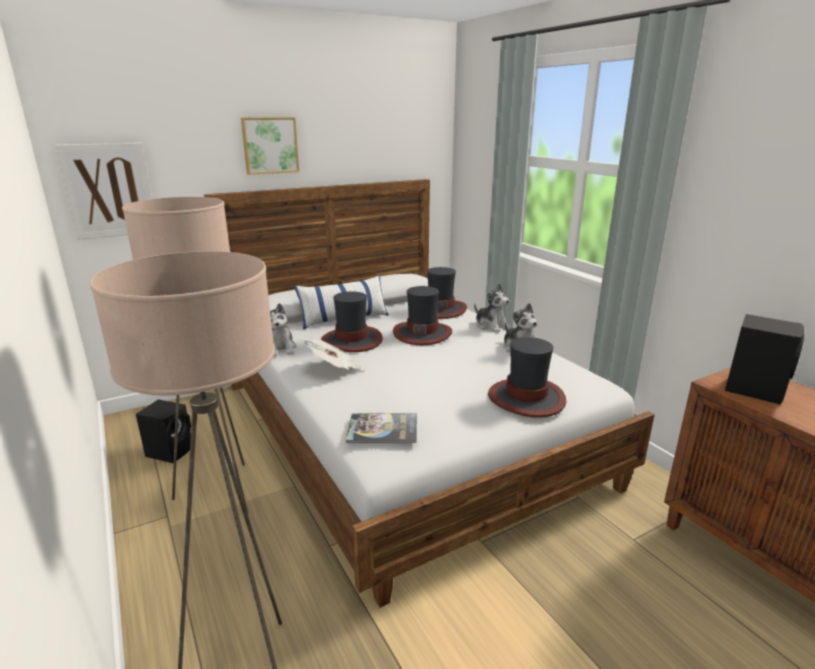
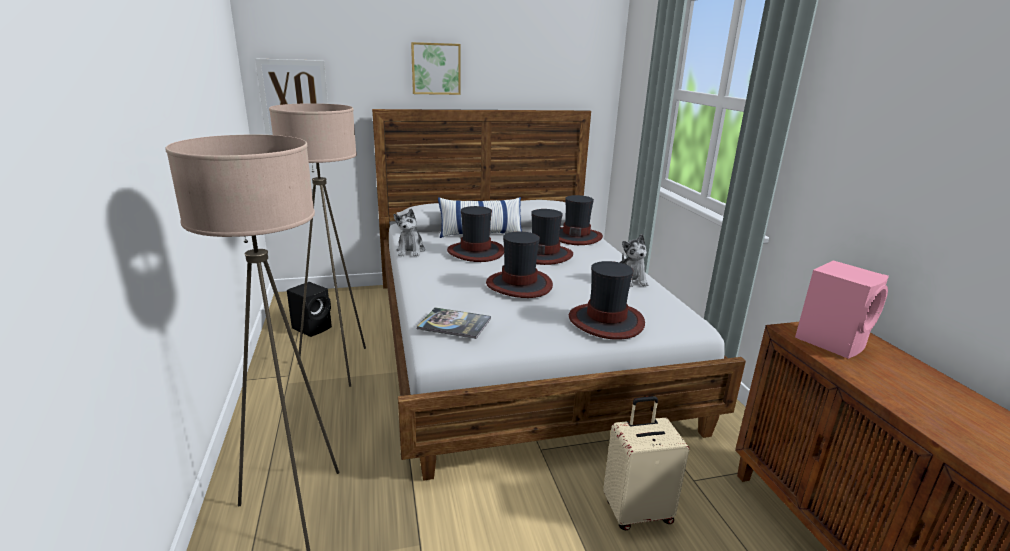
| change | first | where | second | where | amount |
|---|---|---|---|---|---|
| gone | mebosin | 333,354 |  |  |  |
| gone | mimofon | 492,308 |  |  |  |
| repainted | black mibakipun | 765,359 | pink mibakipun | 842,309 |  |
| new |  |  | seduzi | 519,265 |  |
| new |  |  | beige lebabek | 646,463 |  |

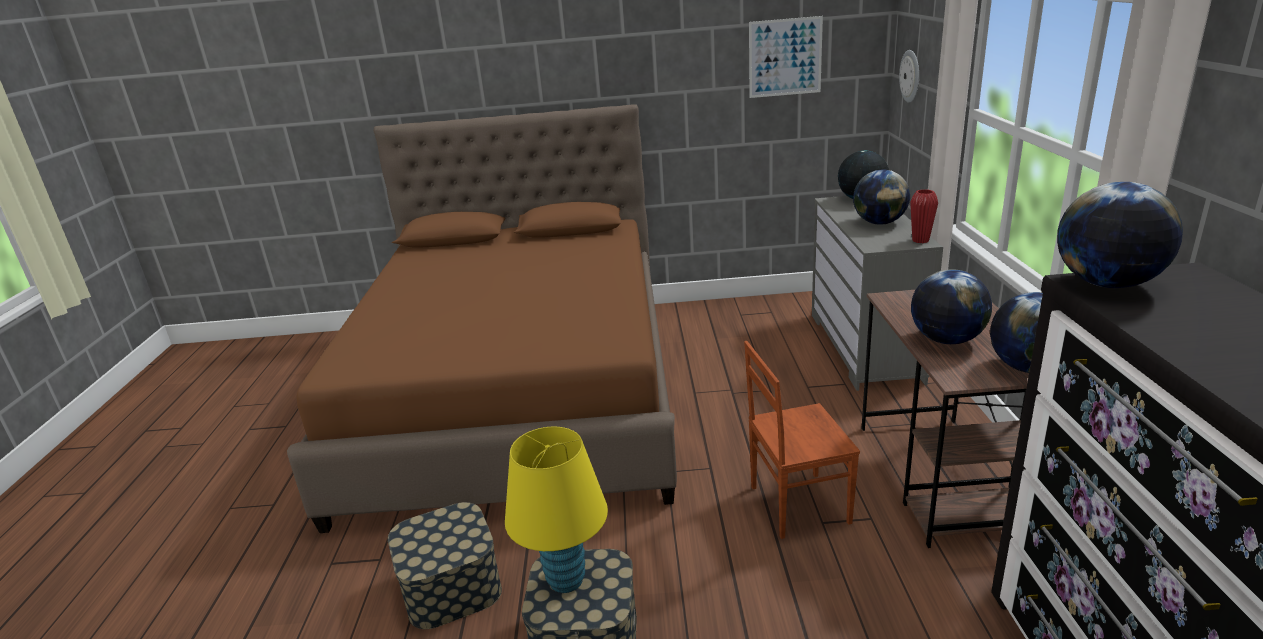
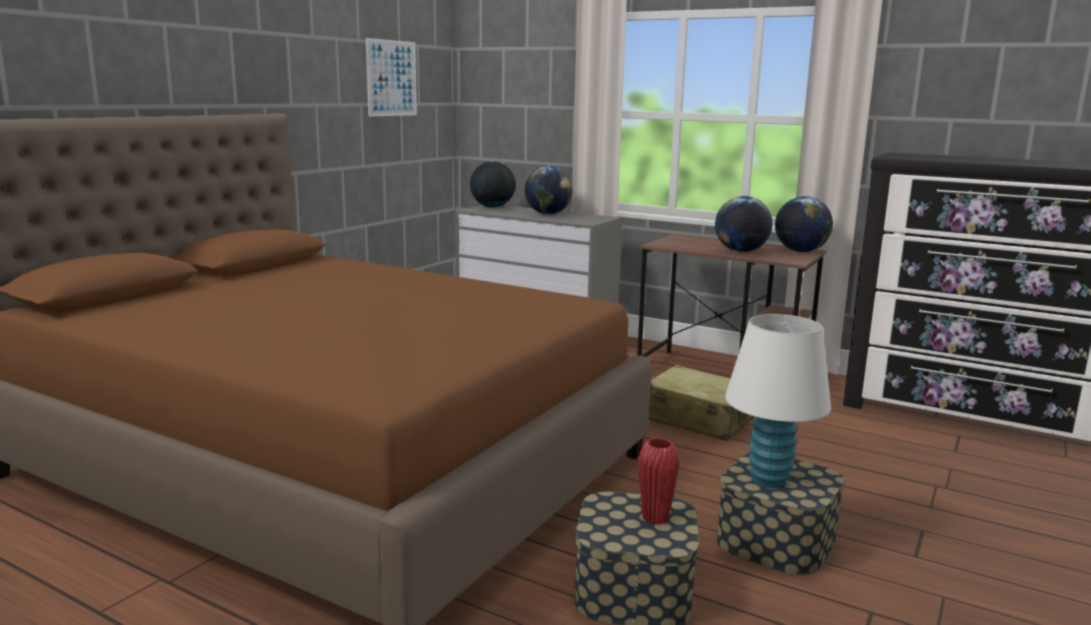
| change | first | where | second | where | amount |
|---|---|---|---|---|---|
| repainted | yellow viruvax | 556,510 | white viruvax | 778,401 |  |
| swapped | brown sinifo | 802,440 | beige lebabek | 701,403 |  |
| gone | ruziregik | 909,76 |  |  |  |
| shifted | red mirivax | 924,216 |  | 659,481 |  |
| gone | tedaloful | 1120,235 |  |  |  |

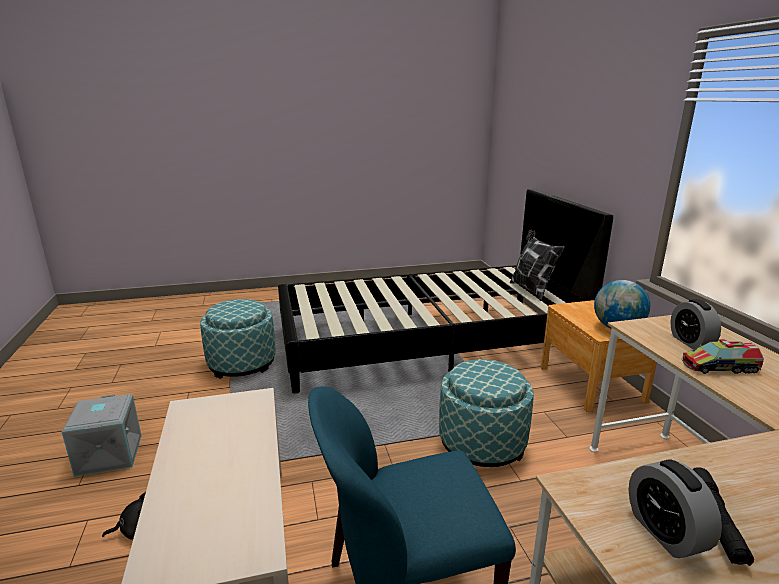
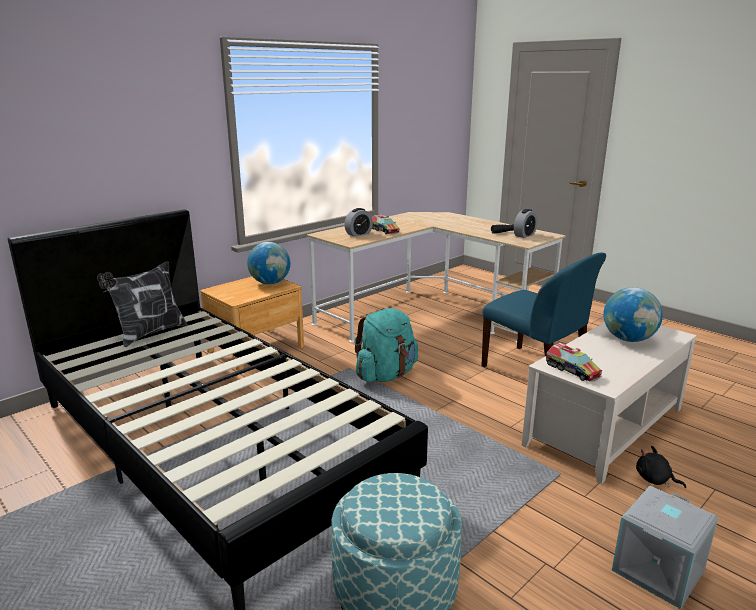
| change | first | where | second | where | amount |
|---|---|---|---|---|---|
| swapped | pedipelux | 486,413 | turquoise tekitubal | 386,345 |  |
| new |  |  | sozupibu | 574,362 |  |
| new |  |  | tedaloful | 633,314 |  |

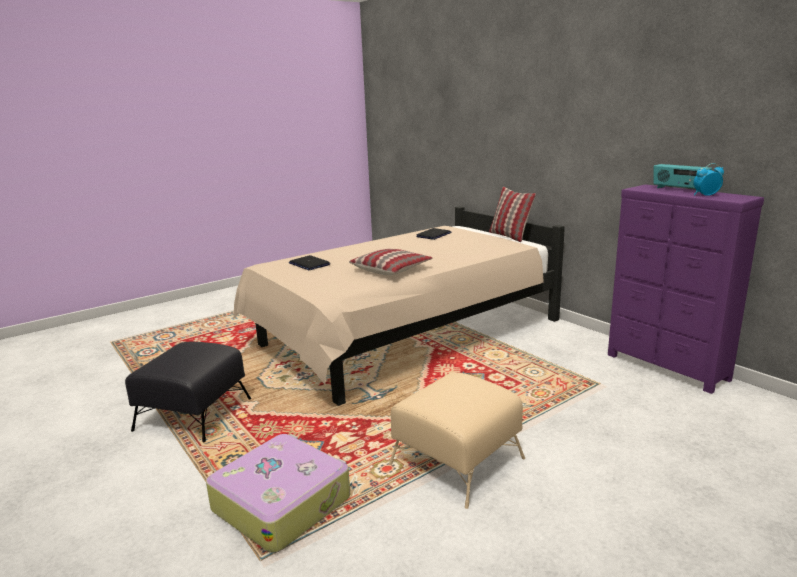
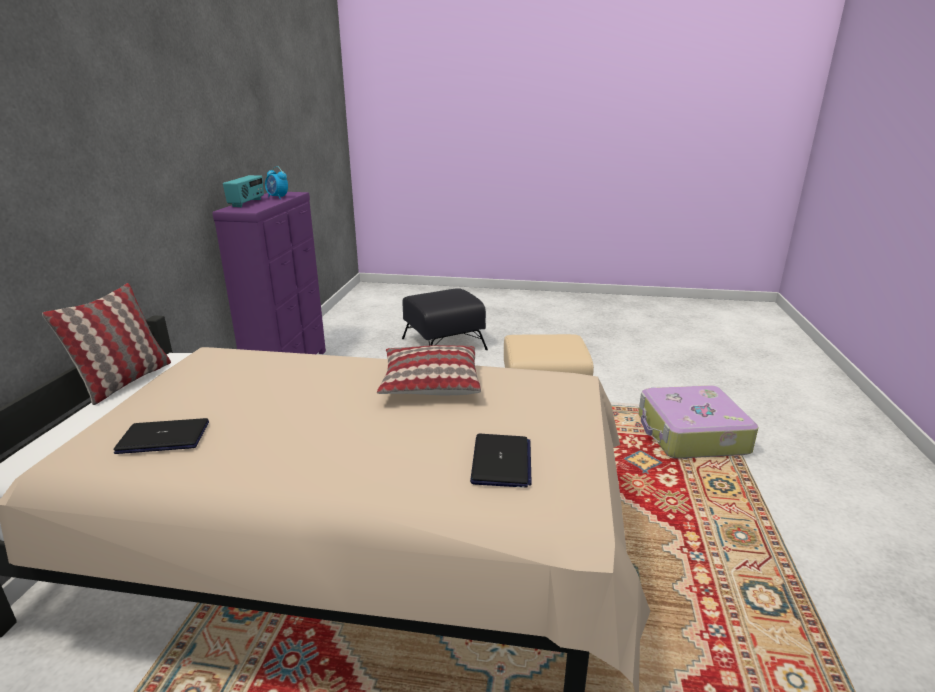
| change | first | where | second | where | amount |
|---|---|---|---|---|---|
| shifted | black pedipelux | 188,392 |  | 445,319 |  |

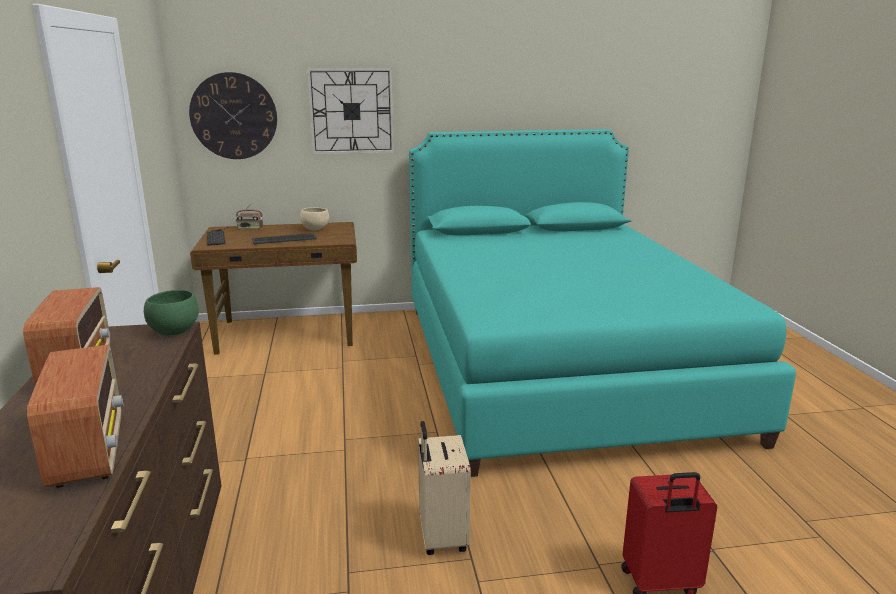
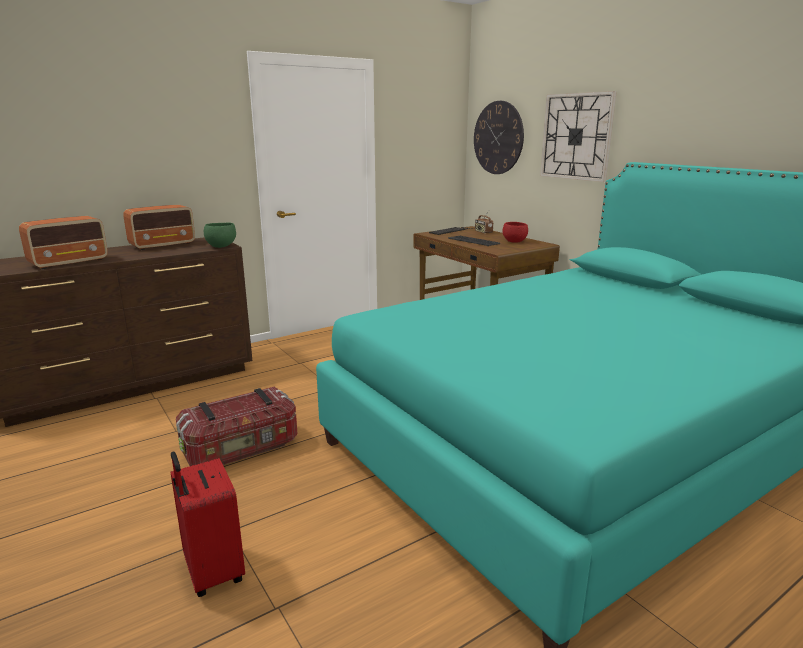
| change | first | where | second | where | amount |
|---|---|---|---|---|---|
| repainted | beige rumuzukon | 314,219 | red rumuzukon | 515,232 |  |
| swapped | beige lebabek | 444,488 | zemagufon | 236,426 |  |

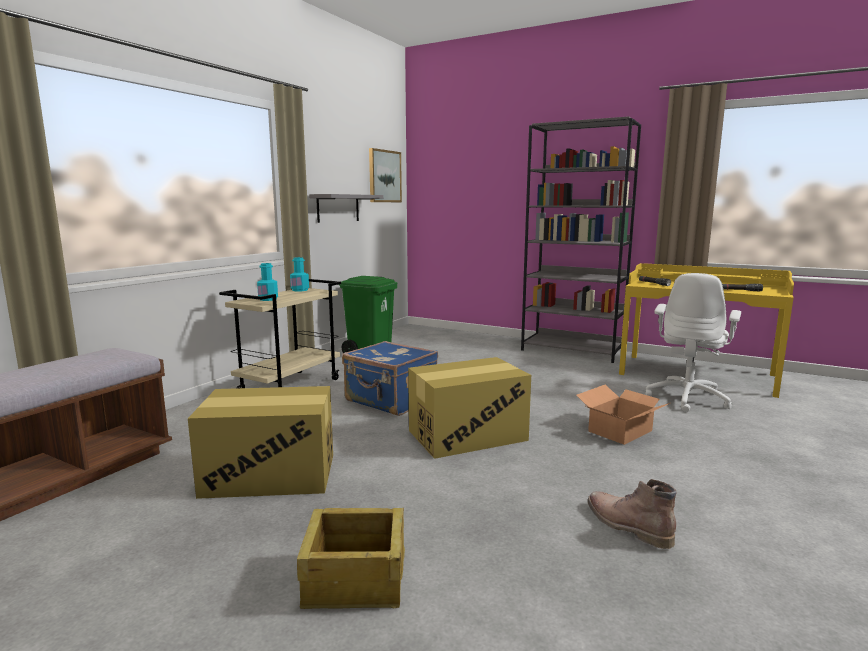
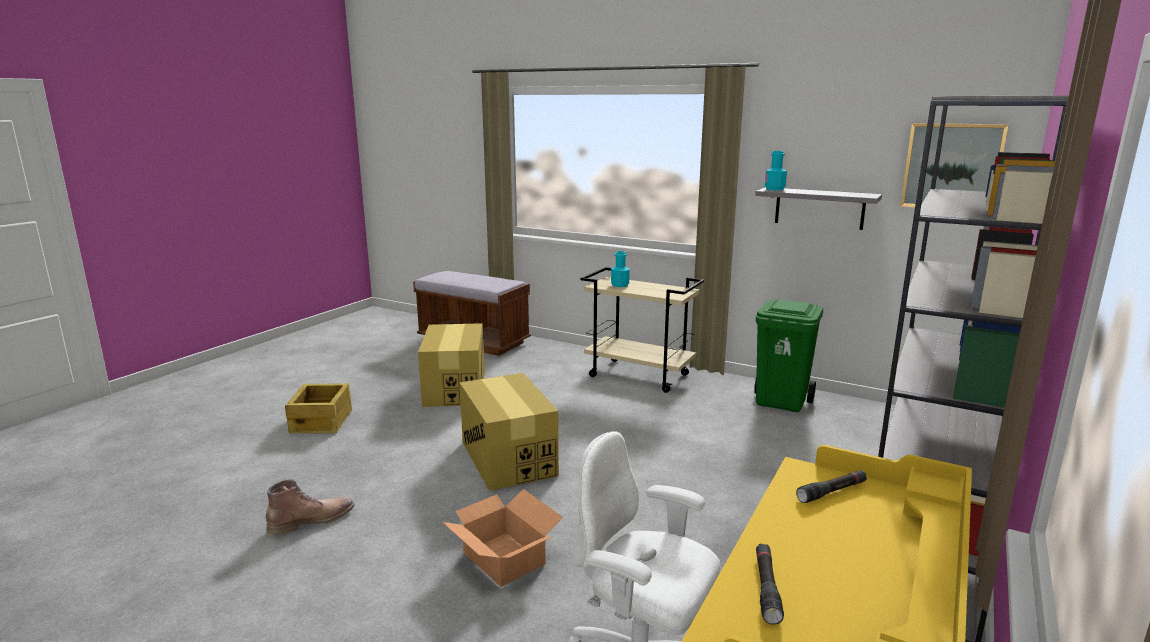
| change | first | where | second | where | amount |
|---|---|---|---|---|---|
| shifted | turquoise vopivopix | 299,274 |  | 776,170 |  |
| gone | blue lebabek | 390,378 |  |  |  |

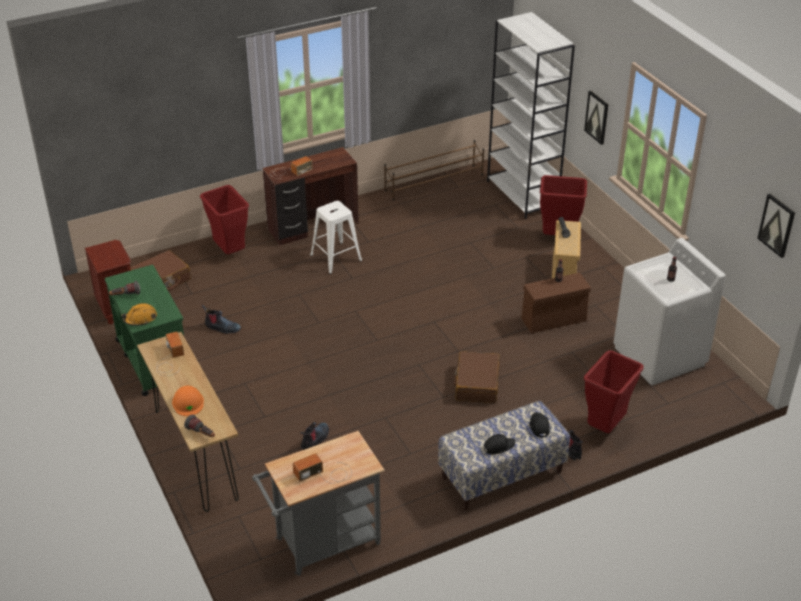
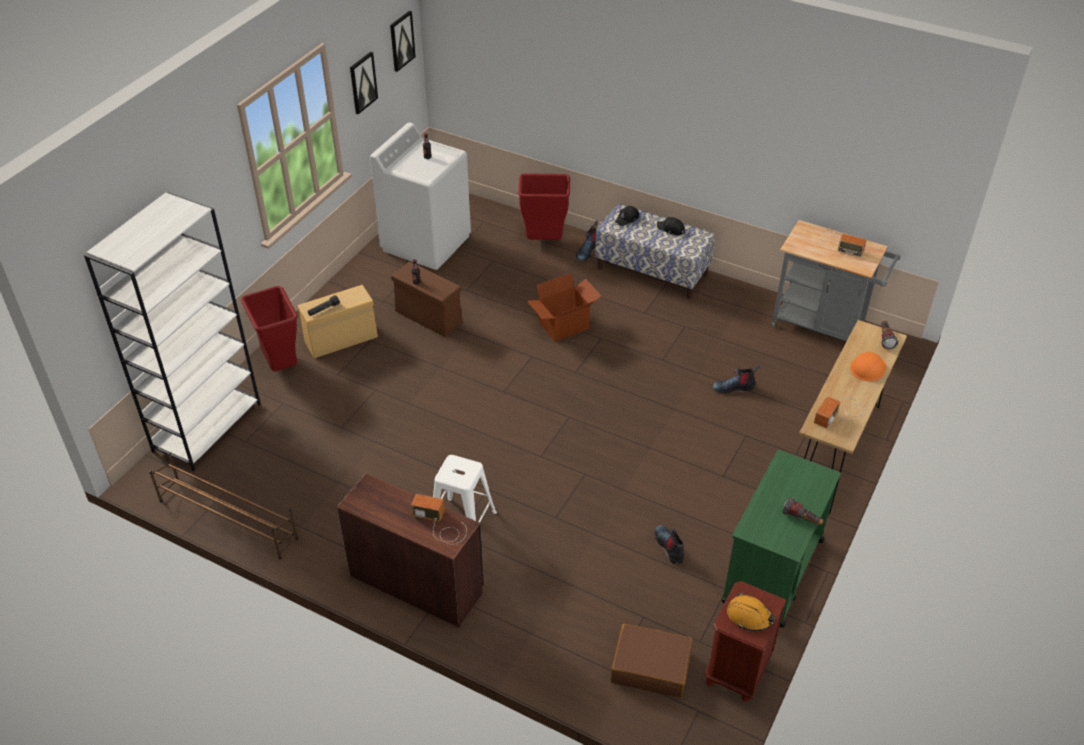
| change | first | where | second | where | amount |
|---|---|---|---|---|---|
| shifted | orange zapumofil | 139,314 |  | 751,612 |  |
| gone | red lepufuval | 224,219 |  |  |  |
| swapped | brown lebabek | 477,377 | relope | 564,307 |  |
| shifted | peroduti | 596,118 |  | 364,83 |  |

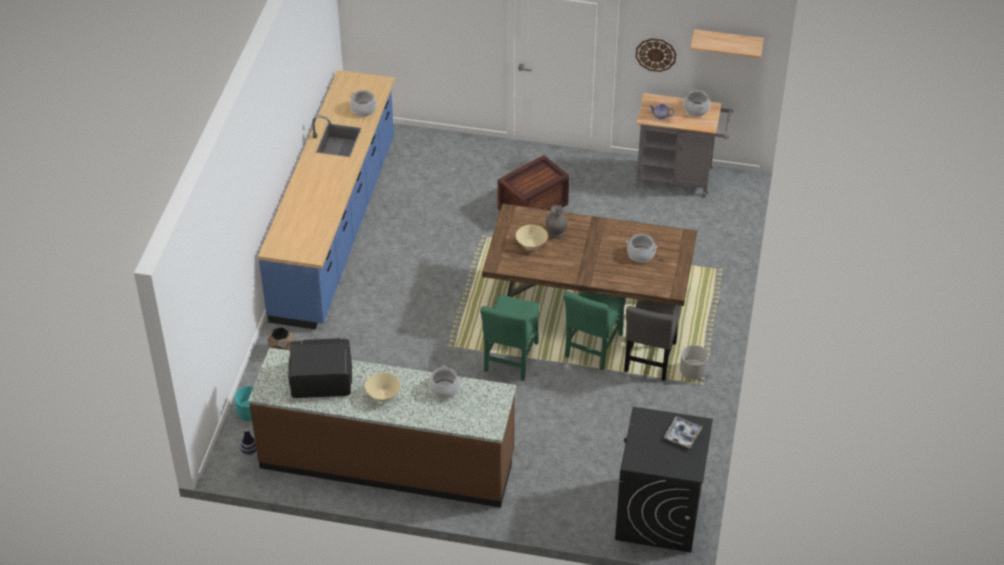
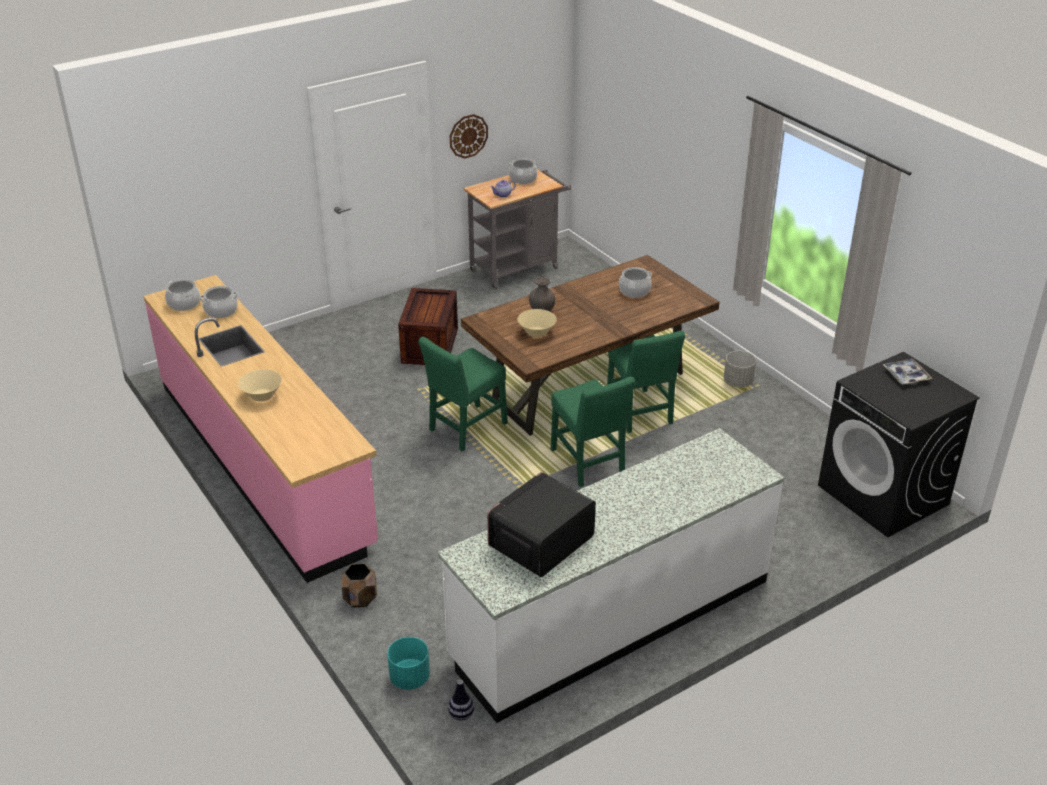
| change | first | where | second | where | amount |
|---|---|---|---|---|---|
| repainted | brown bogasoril | 382,427 | white bogasoril | 610,575 |  |
| repainted | blue bogasoril | 326,200 | pink bogasoril | 260,429 |  |
| shifted | beige rumuzukon | 382,387 |  | 260,385 |  |
| shifted | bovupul | 444,382 |  | 182,295 |  |
| gone | grey sinifo | 652,340 |  |  |  |
| gone | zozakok | 727,43 |  |  |  |
| new |  |  | green sinifo | 463,394 |  |

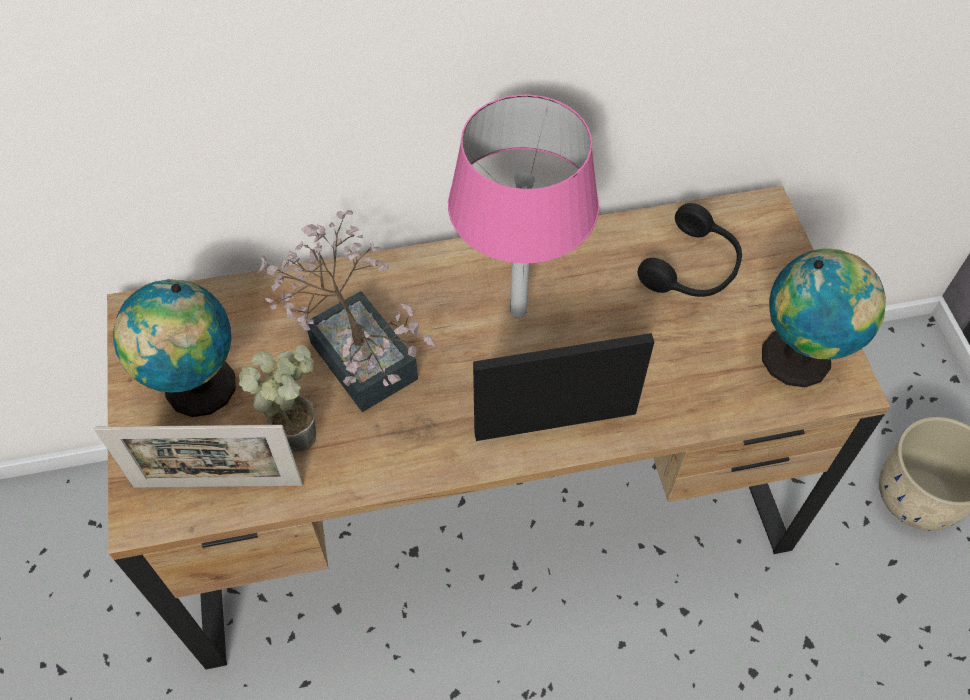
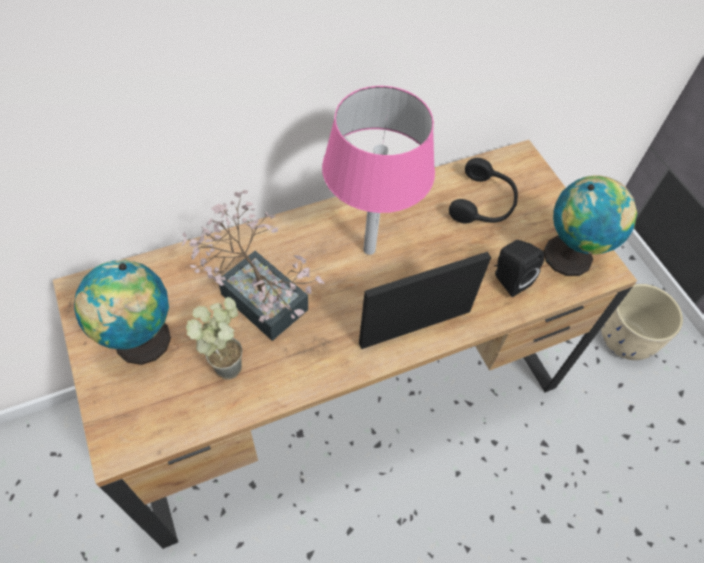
| change | first | where | second | where | amount |
|---|---|---|---|---|---|
| gone | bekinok | 198,456 |  |  |  |
| new |  |  | black mibakipun | 519,268 |  |

